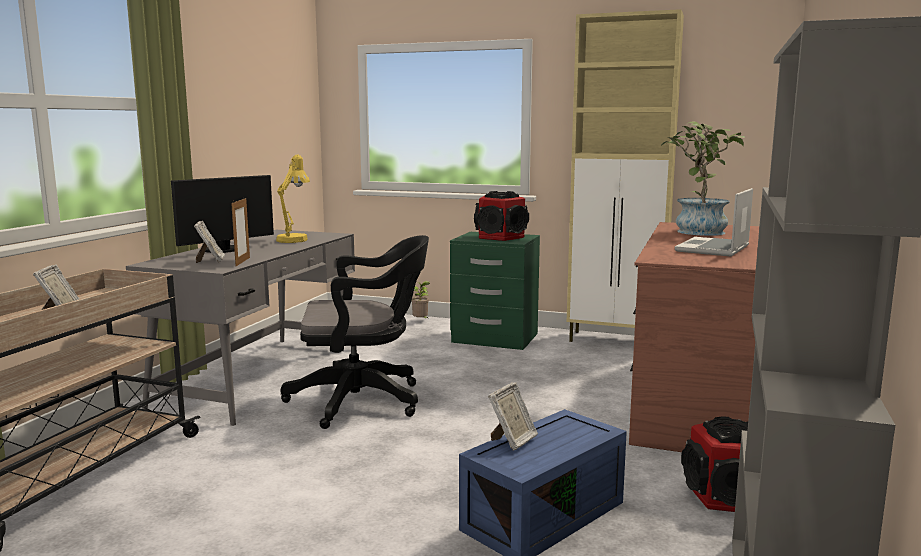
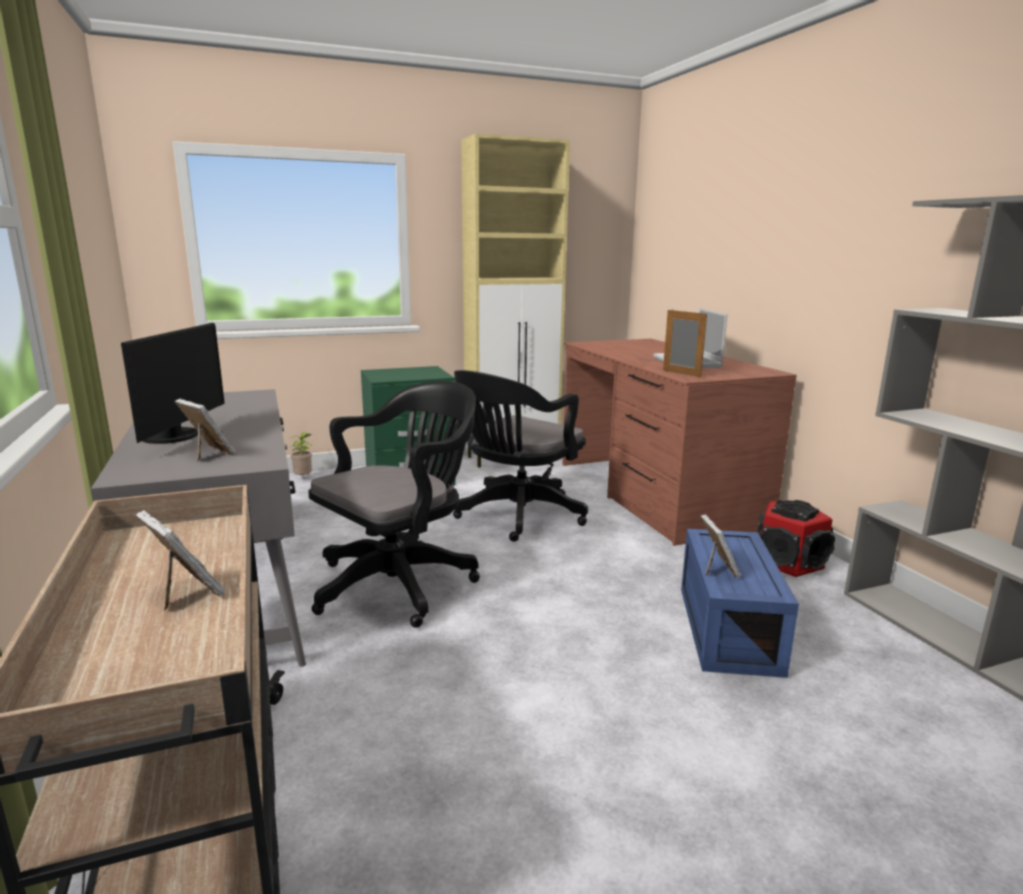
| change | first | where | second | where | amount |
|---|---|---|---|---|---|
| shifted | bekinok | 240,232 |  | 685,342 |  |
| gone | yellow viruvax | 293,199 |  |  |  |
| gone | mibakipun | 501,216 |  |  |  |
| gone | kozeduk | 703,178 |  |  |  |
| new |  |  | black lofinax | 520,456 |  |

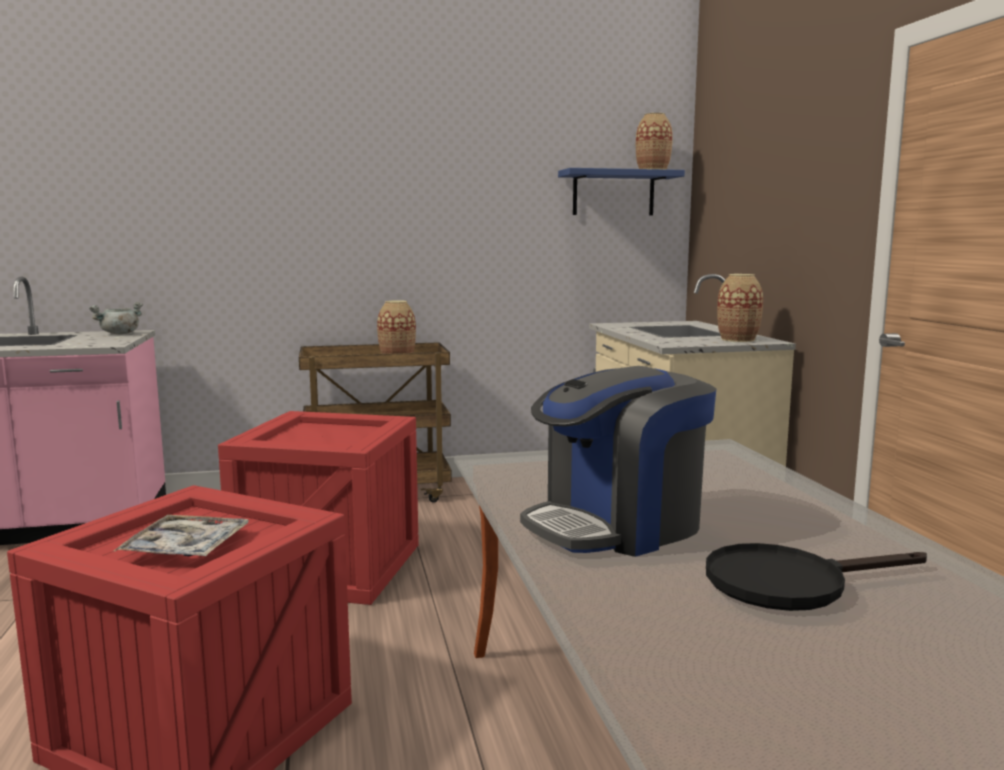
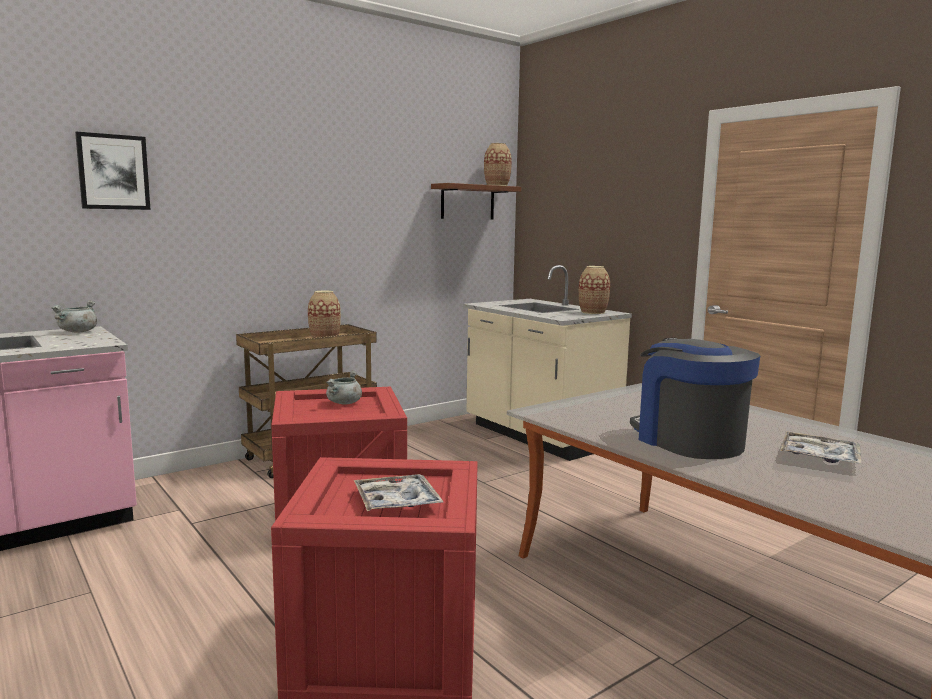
| change | first | where | second | where | amount |
|---|---|---|---|---|---|
| rotated | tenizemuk | 618,461 |  | 695,398 | 120 degrees clockwise |
| repainted | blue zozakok | 621,191 | brown zozakok | 476,201 |  |
| swapped | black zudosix | 816,577 | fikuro | 820,447 |  |
| new |  |  | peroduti | 112,171 |  |
| new |  |  | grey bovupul | 344,387 |  |

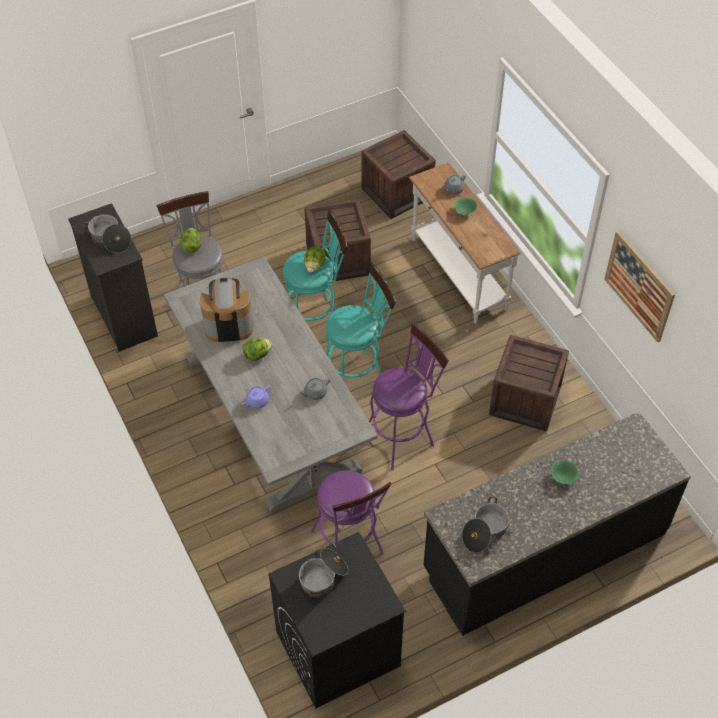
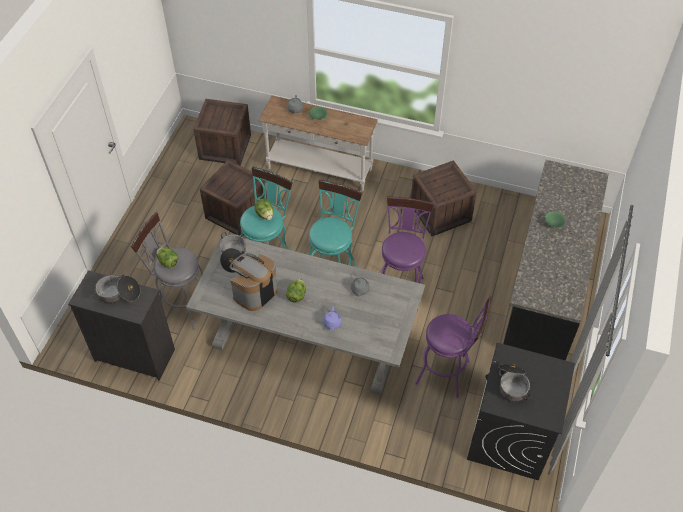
| change | first | where | second | where | amount |
|---|---|---|---|---|---|
| shifted | bovupul | 486,524 |  | 233,252 |  |
| gone | peroduti | 639,286 |  |  |  |

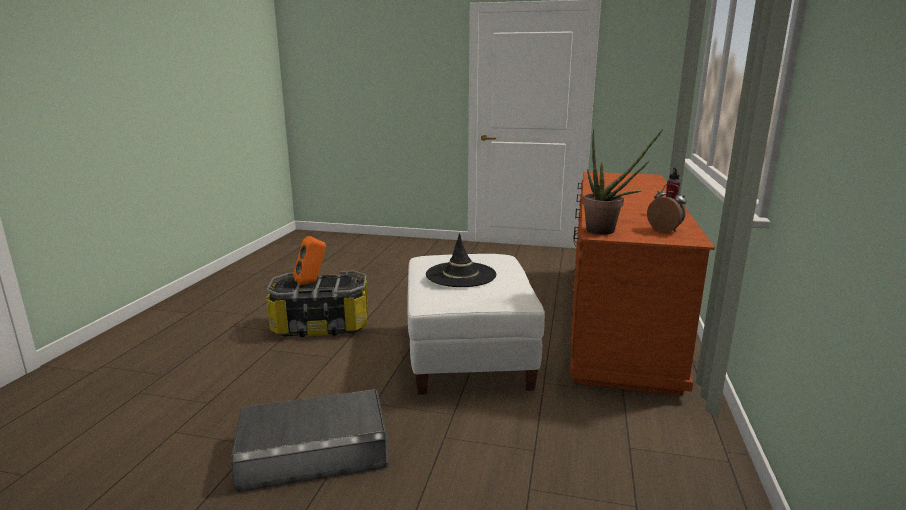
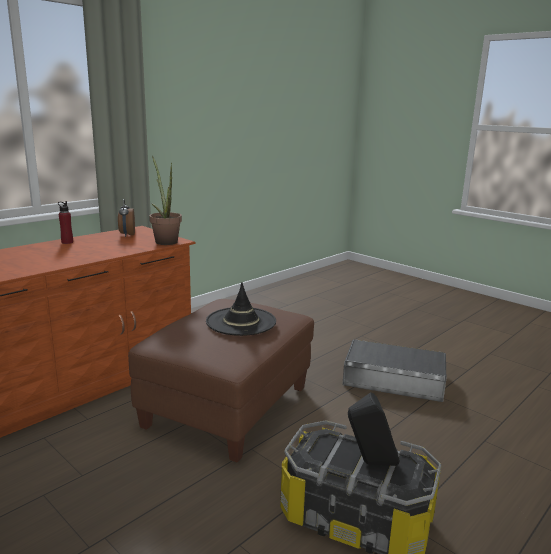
| change | first | where | second | where | amount |
|---|---|---|---|---|---|
| repainted | orange mibakipun | 309,260 | black mibakipun | 374,429 |  |
| repainted | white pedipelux | 476,324 | brown pedipelux | 221,381 |  |

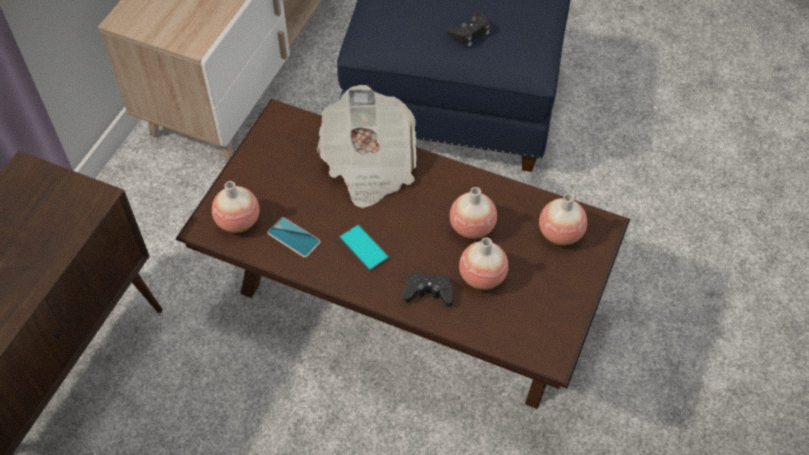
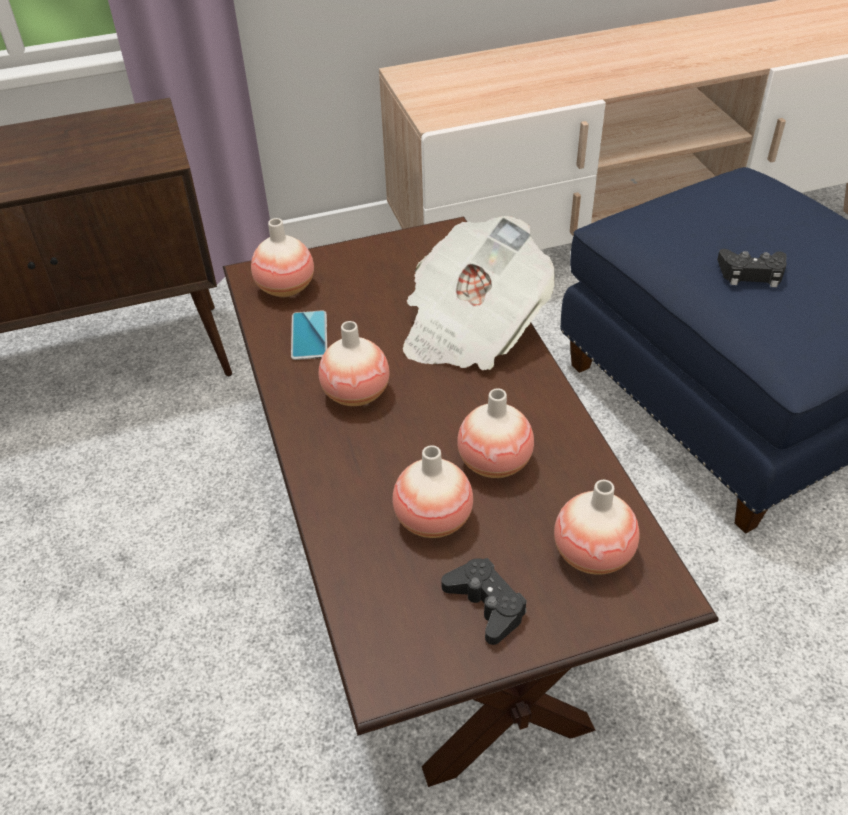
| change | first | where | second | where | amount |
|---|---|---|---|---|---|
| swapped | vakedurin | 364,248 | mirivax | 354,363 |  |
| shifted | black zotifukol | 428,289 |  | 484,601 |  |

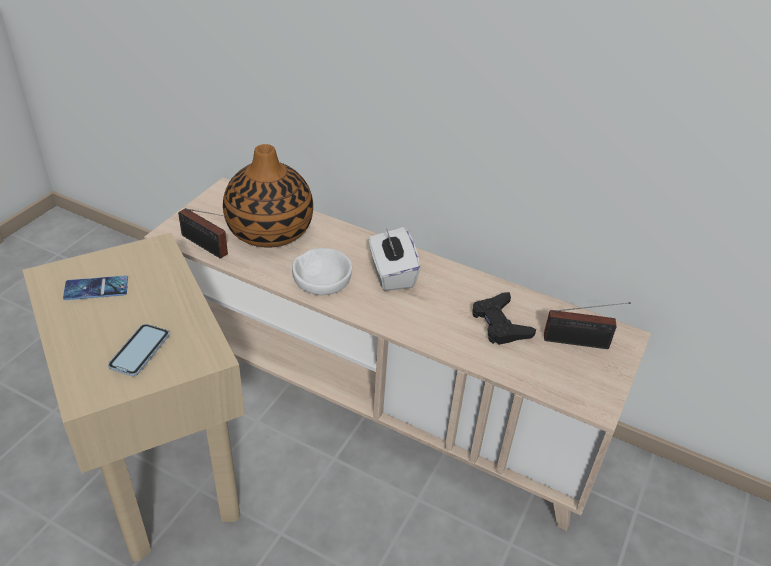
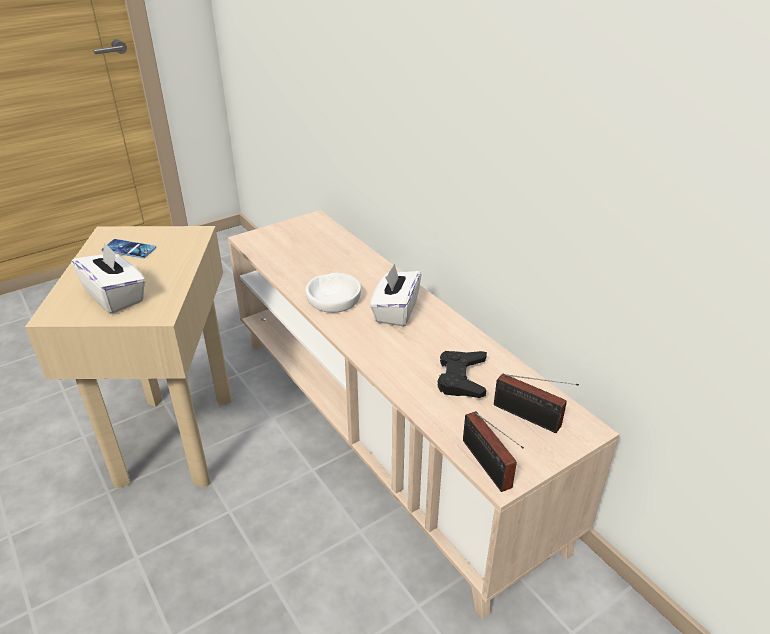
| change | first | where | second | where | amount |
|---|---|---|---|---|---|
| swapped | vakedurin | 139,350 | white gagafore | 109,278 |  |
| shifted | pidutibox | 203,233 |  | 493,451 |  |
| gone | mirivax | 268,196 |  |  |  |

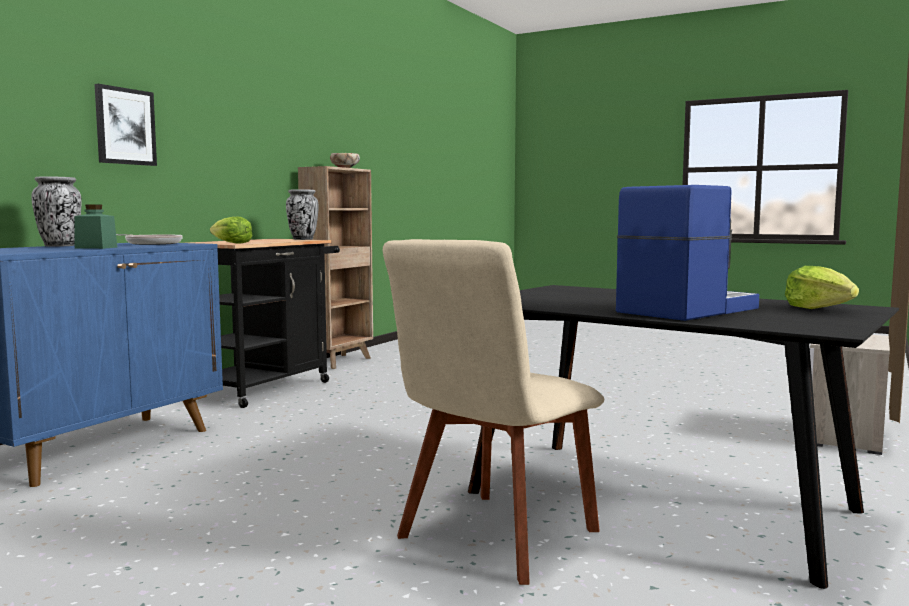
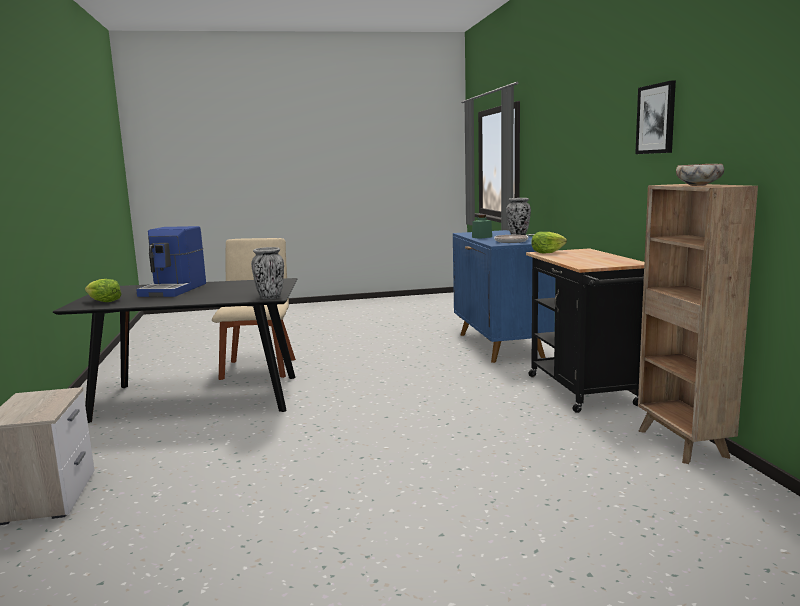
| change | first | where | second | where | amount |
|---|---|---|---|---|---|
| shifted | peroduti | 126,125 |  | 655,117 |  |
| shifted | mirivax | 302,214 |  | 267,273 |  |

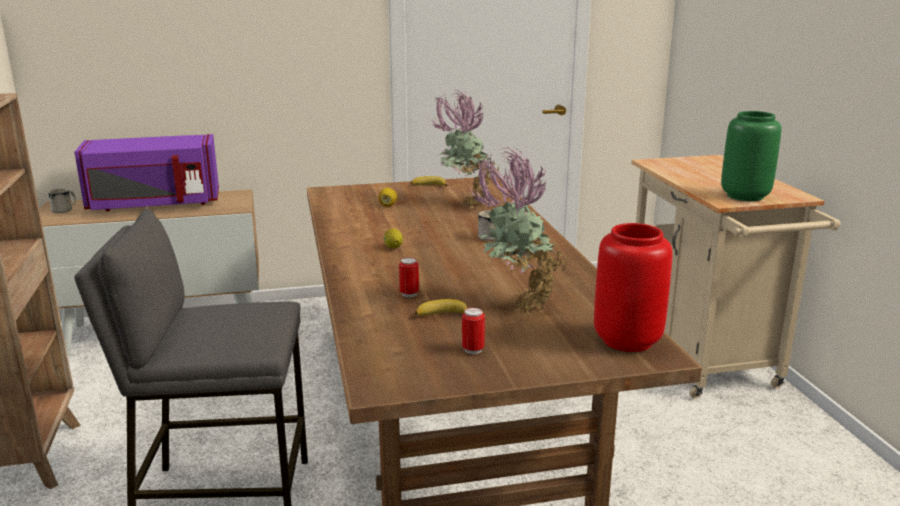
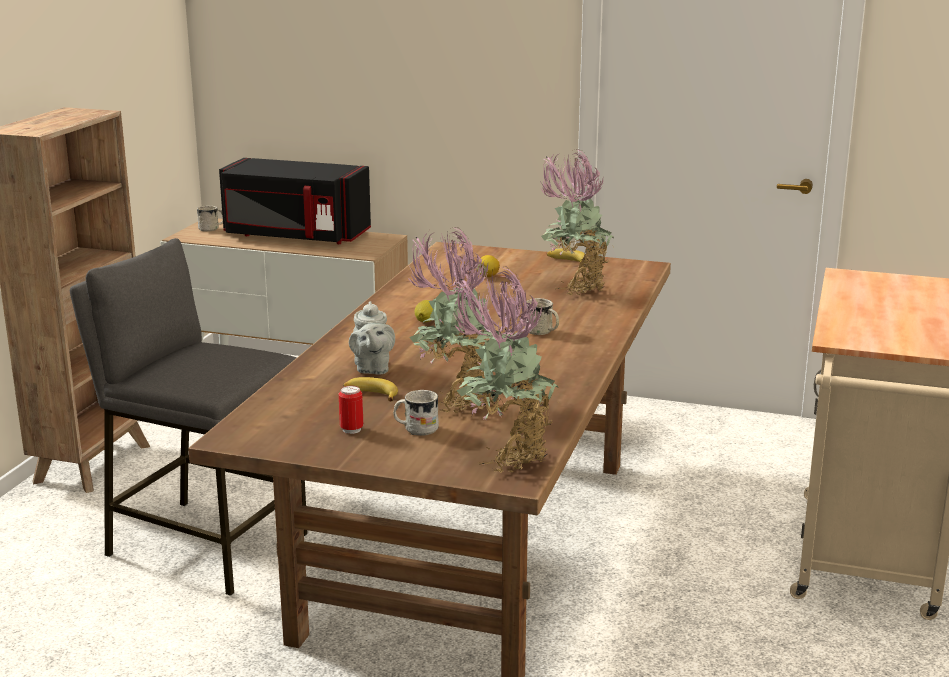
| change | first | where | second | where | amount |
|---|---|---|---|---|---|
| repainted | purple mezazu | 146,172 | black mezazu | 295,201 |  |
| swapped | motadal | 409,277 | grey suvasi | 372,338 |  |
| swapped | red mirivax | 633,287 | kozeduk | 506,370 |  |
| gone | green mirivax | 751,156 |  |  |  |
| new |  |  | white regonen | 416,413 |  |

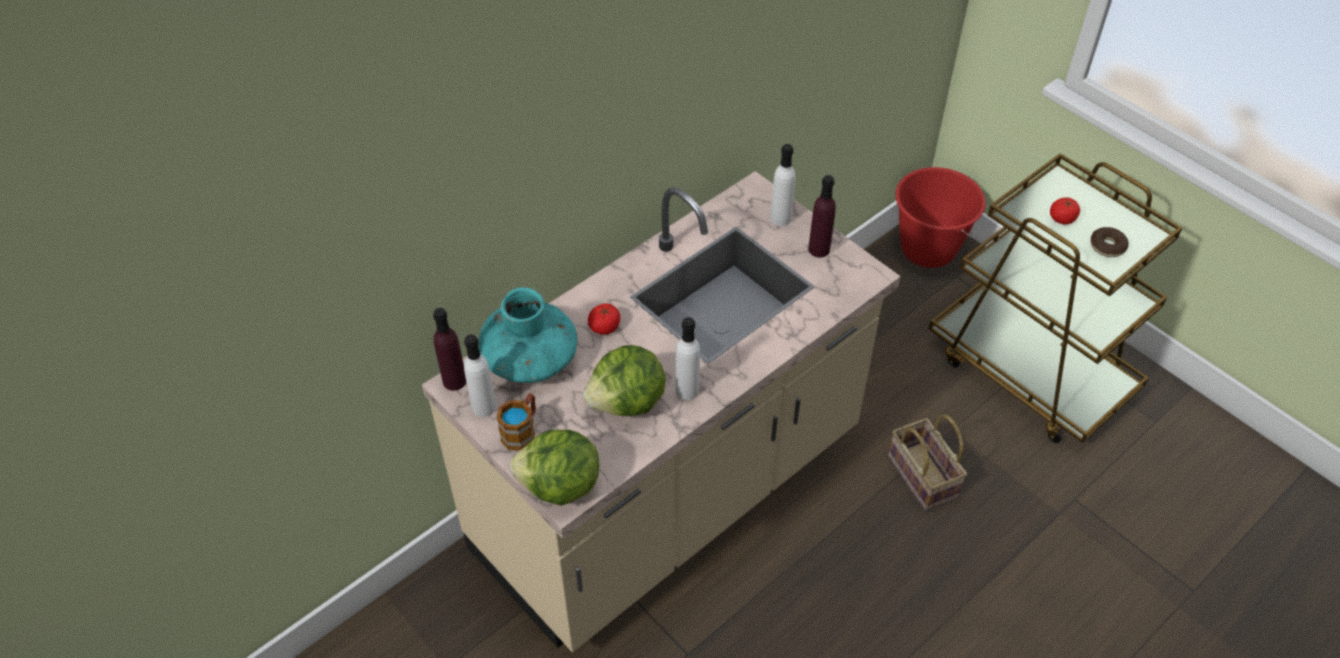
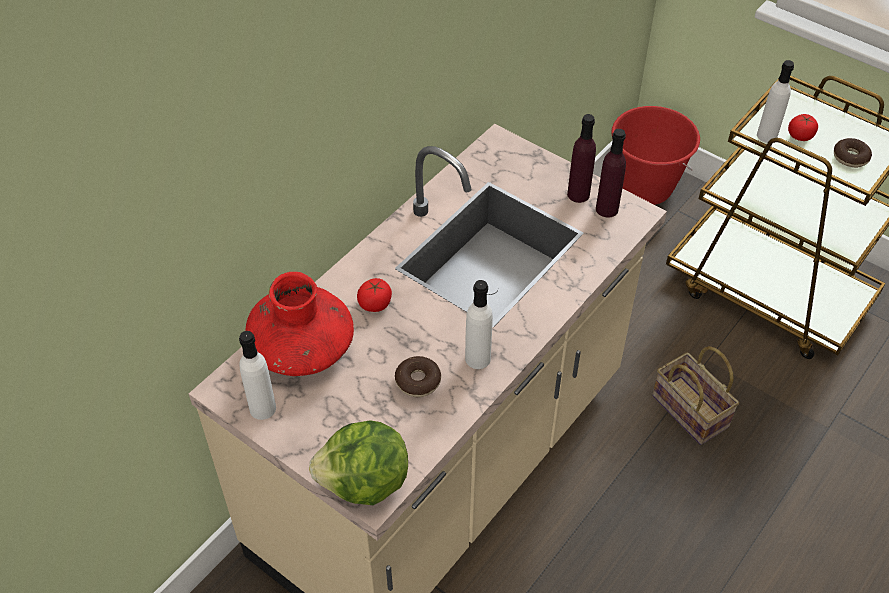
| change | first | where | second | where | amount |
|---|---|---|---|---|---|
| shifted | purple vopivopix | 449,349 |  | 611,173 |  |
| repainted | turquoise mirivax | 528,335 | red mirivax | 299,324 |  |
| gone | regonen | 516,422 |  |  |  |
| swapped | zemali | 624,380 | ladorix | 418,376 |  |
| shifted | white vopivopix | 783,185 |  | 775,101 |  |

